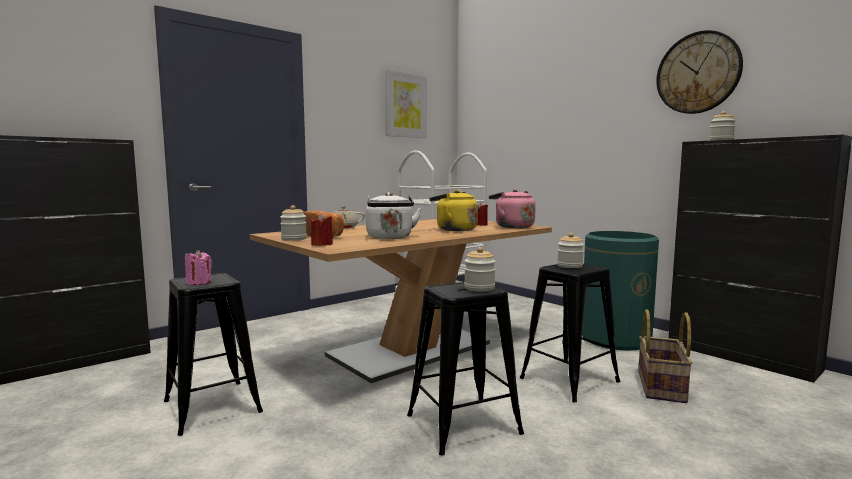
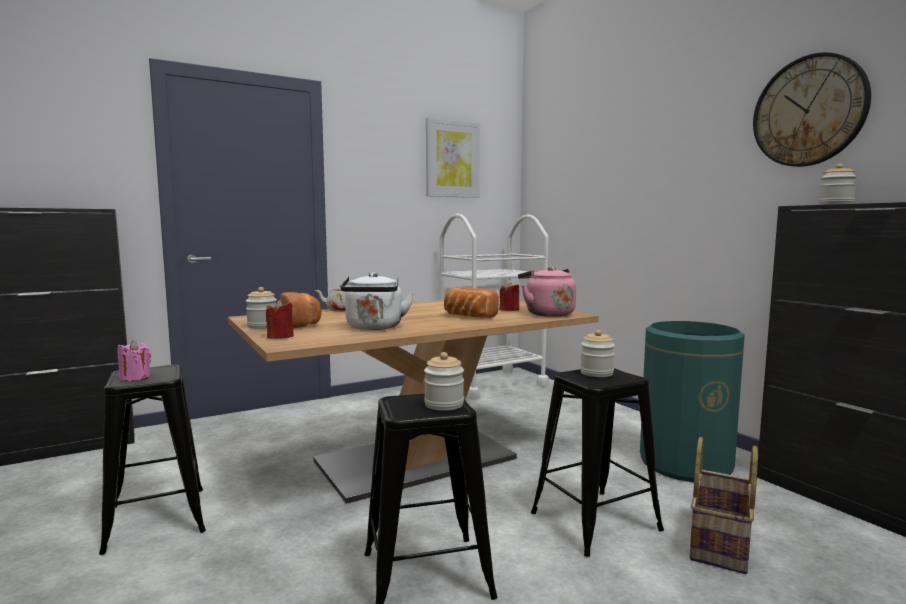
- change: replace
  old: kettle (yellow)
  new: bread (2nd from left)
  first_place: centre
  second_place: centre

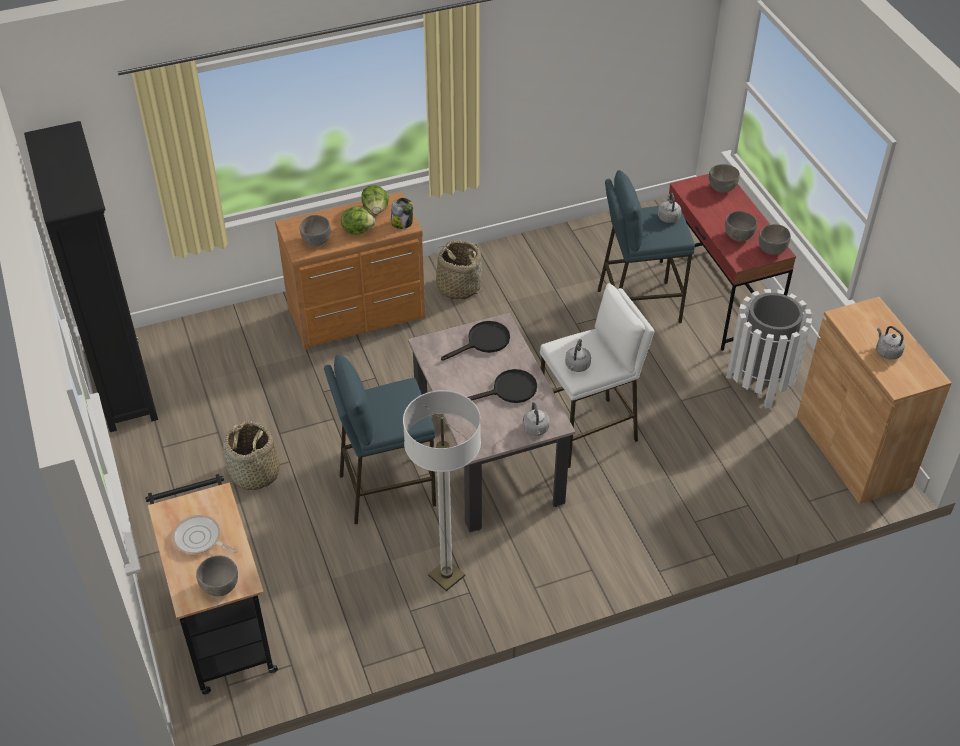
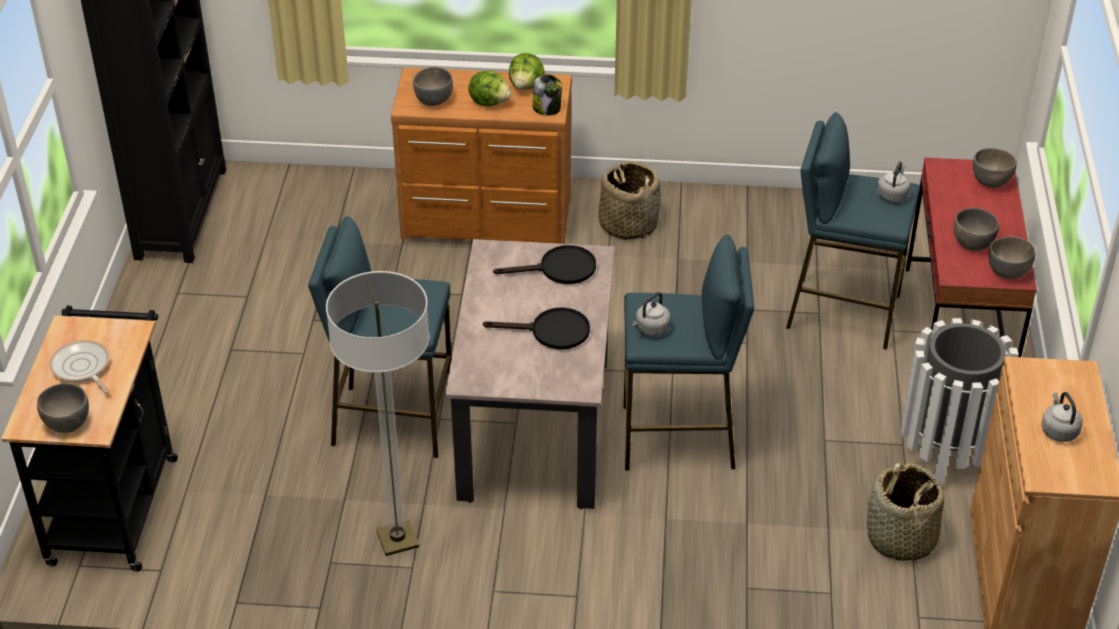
- change: recolor
  old: stool (white)
  new: stool (blue) (2nd from left)
  first_place: centre
  second_place: centre
- change: delete
  old: kettle (grey) (1st from left)
  first_place: centre
- change: move
  old: basket (1st from left in the first image)
  new: basket (2nd from left)
  first_place: middle left
  second_place: bottom right

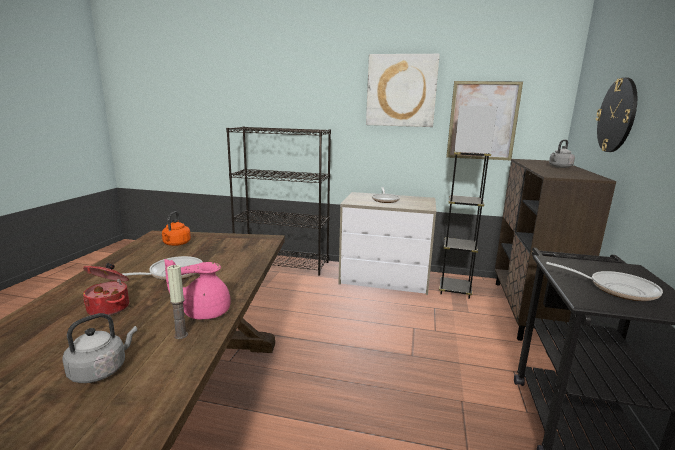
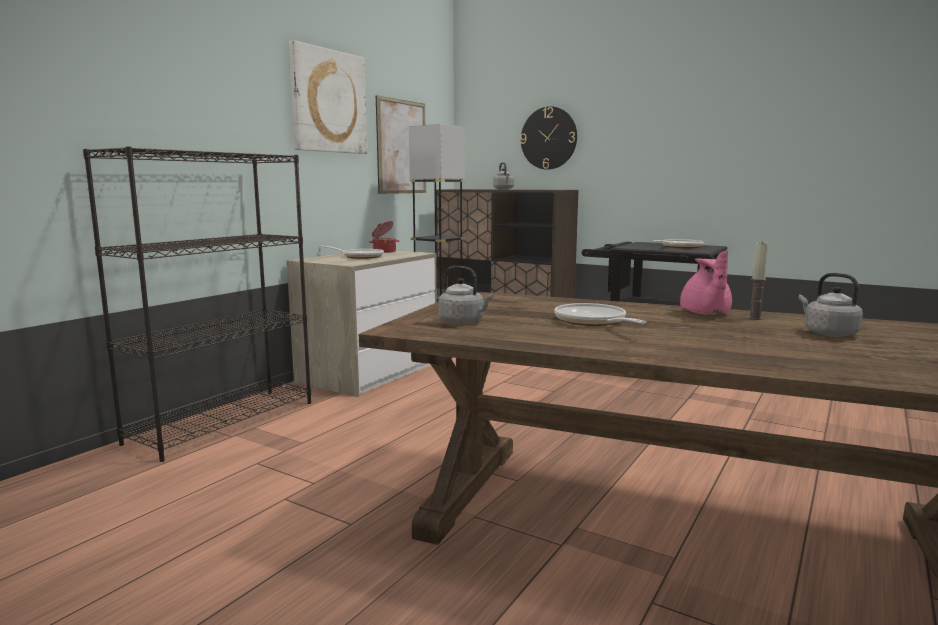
- change: recolor
  old: kettle (orange)
  new: kettle (grey) (1st from left)
  first_place: middle left
  second_place: centre
- change: move
  old: cooking pot
  first_place: middle left
  second_place: centre

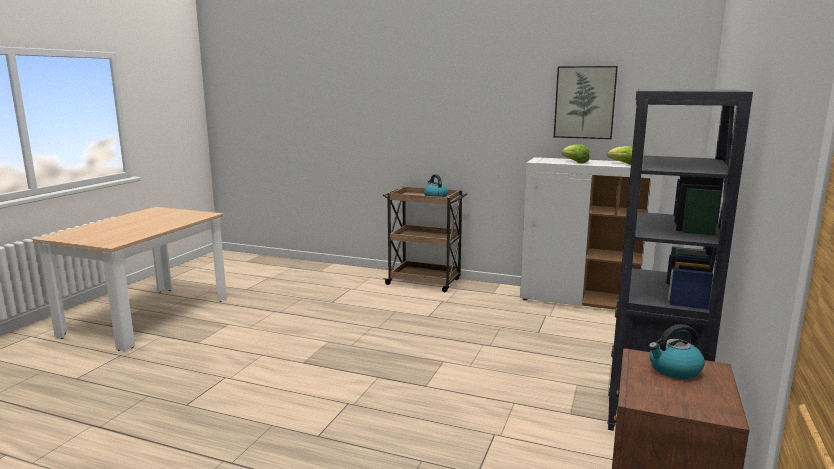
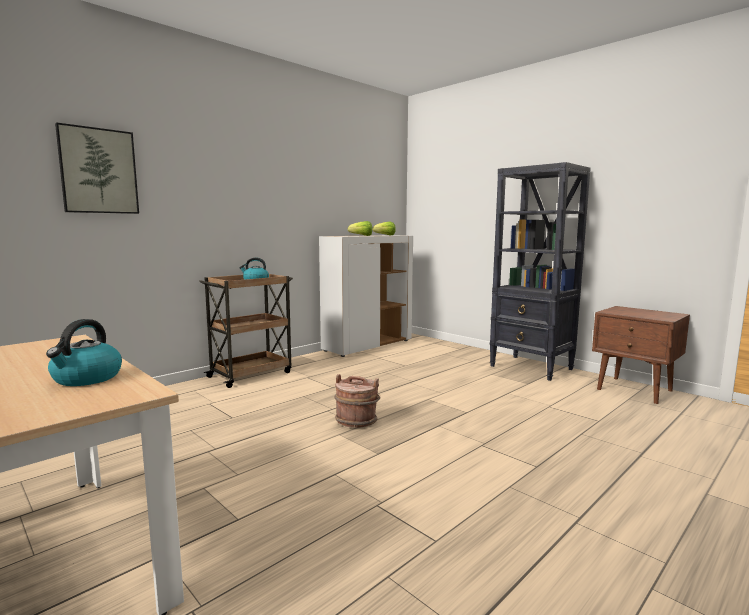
- change: move
  old: picture
  first_place: top right
  second_place: top left
- change: move
  old: kettle (2nd from left in the first image)
  new: kettle (1st from left)
  first_place: bottom right
  second_place: middle left
- change: insert
  new: bucket (brown)
  second_place: centre

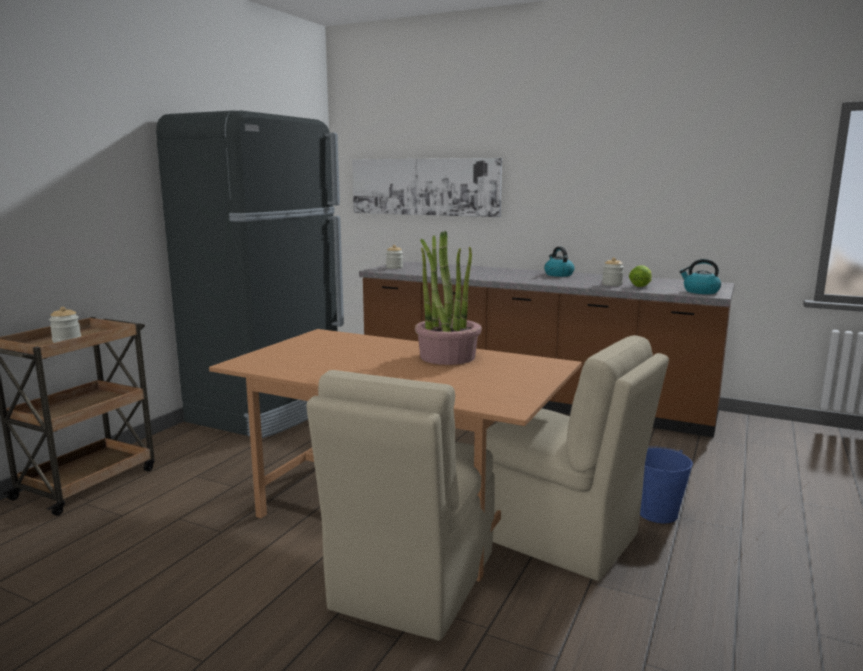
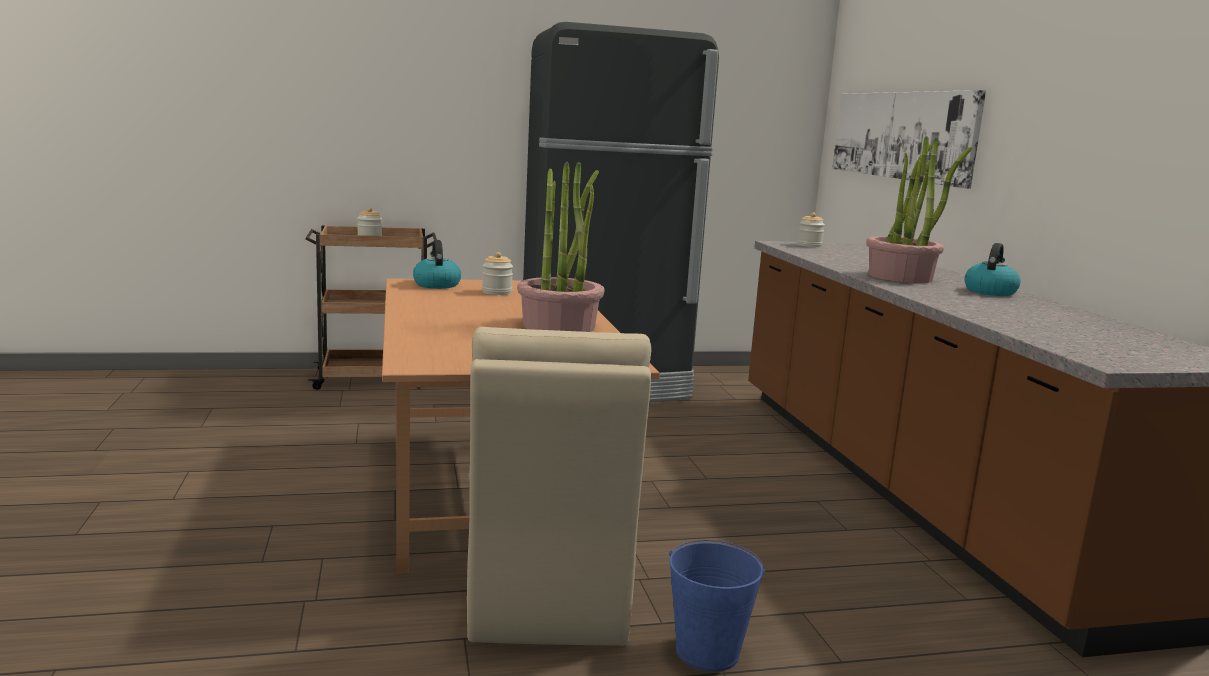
- change: move
  old: jar (3rd from left in the first image)
  new: jar (2nd from left)
  first_place: middle right
  second_place: centre
- change: move
  old: kettle (2nd from left in the first image)
  new: kettle (1st from left)
  first_place: middle right
  second_place: centre
- change: delete
  old: lettuce
  first_place: middle right
- change: delete
  old: chair (beige) (1st from left)
  first_place: bottom centre
- change: insert
  new: potted plant (2nd from left)
  second_place: top right

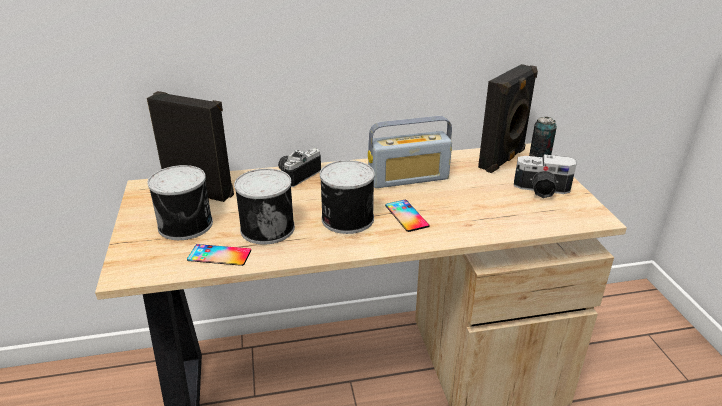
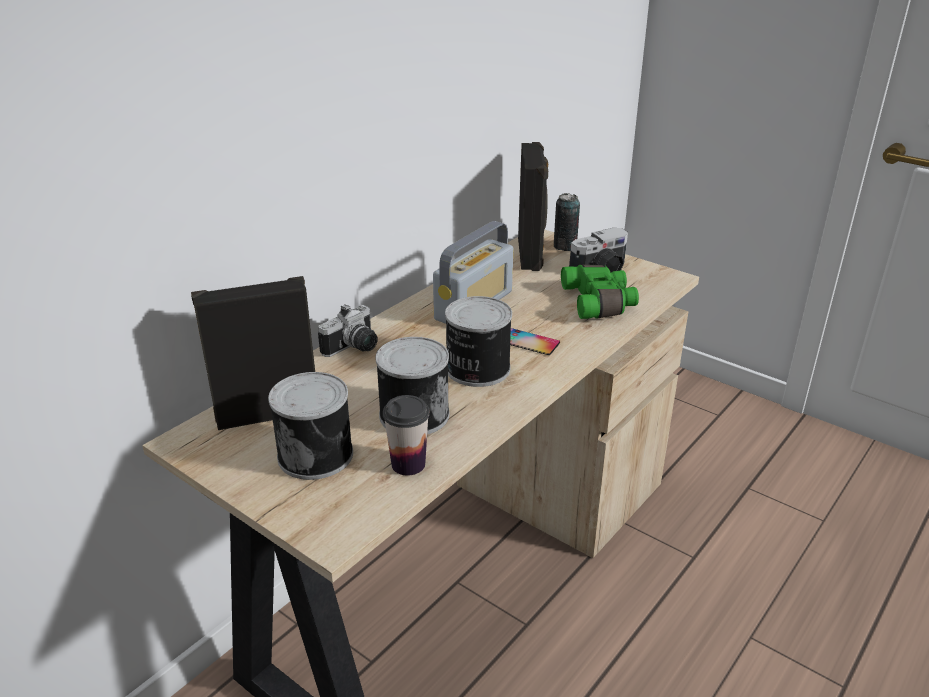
- change: rotate
  old: photo camera (1st from left)
  first_place: centre
  second_place: centre
  degrees: -135
- change: replace
  old: phone (1st from left)
  new: cup
  first_place: middle left
  second_place: centre
- change: insert
  new: binoculars (green)
  second_place: centre

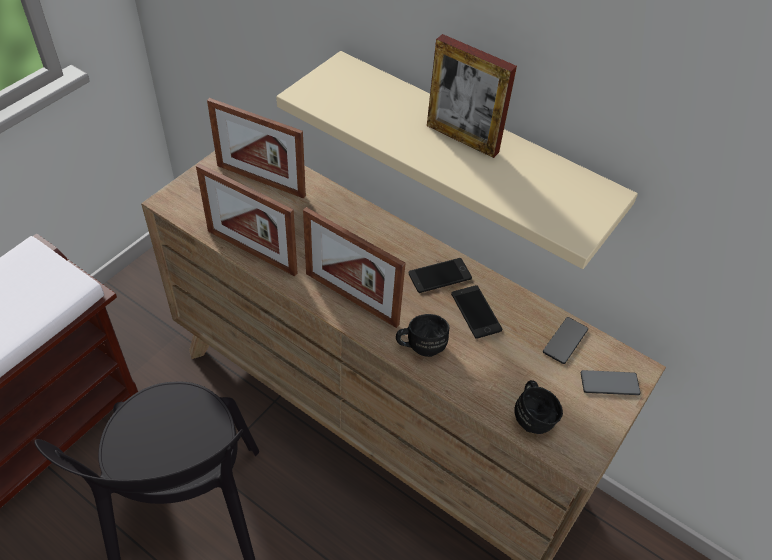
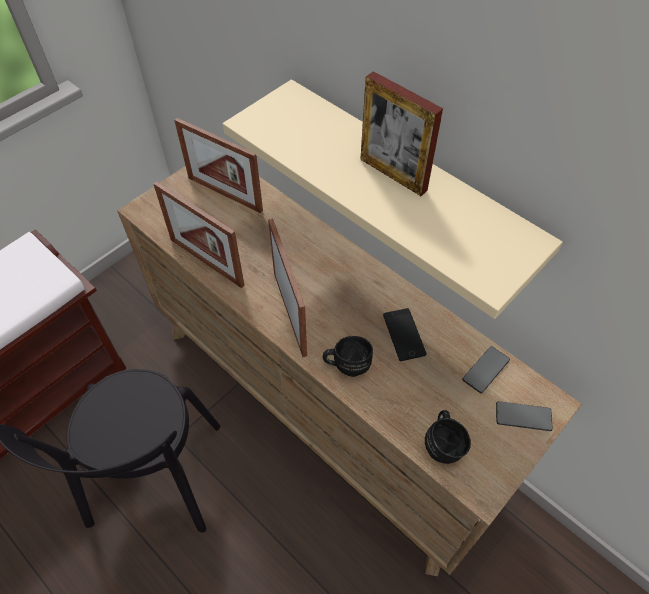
- change: rotate
  old: picture frame (3rd from left)
  first_place: centre
  second_place: centre
  degrees: -150
- change: delete
  old: phone (1st from left)
  first_place: centre

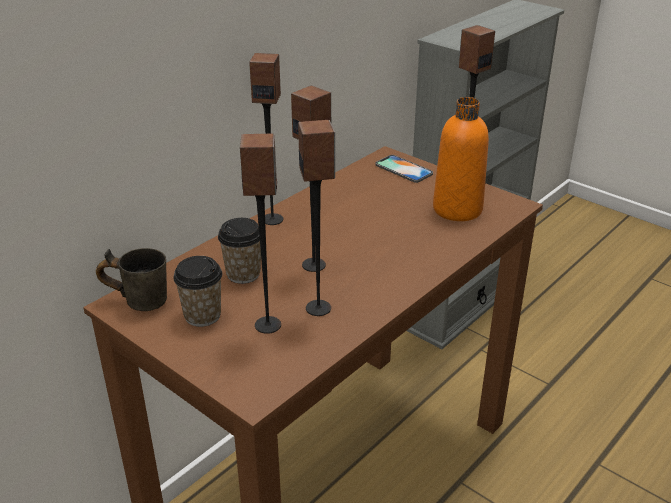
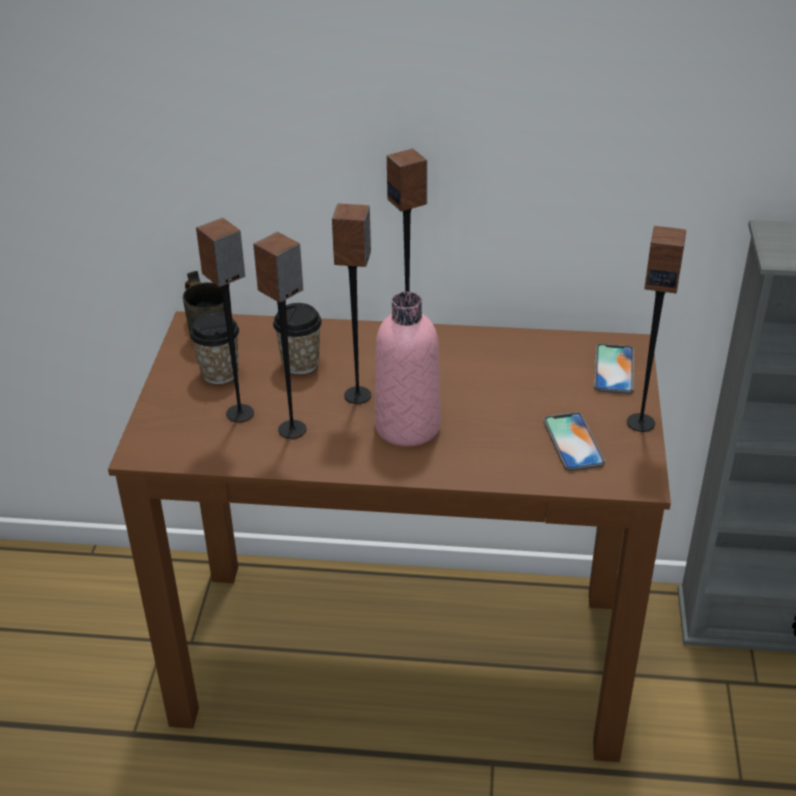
- change: replace
  old: bottle (orange)
  new: phone (1st from left)
  first_place: top right
  second_place: middle right
- change: insert
  new: bottle (pink)
  second_place: centre

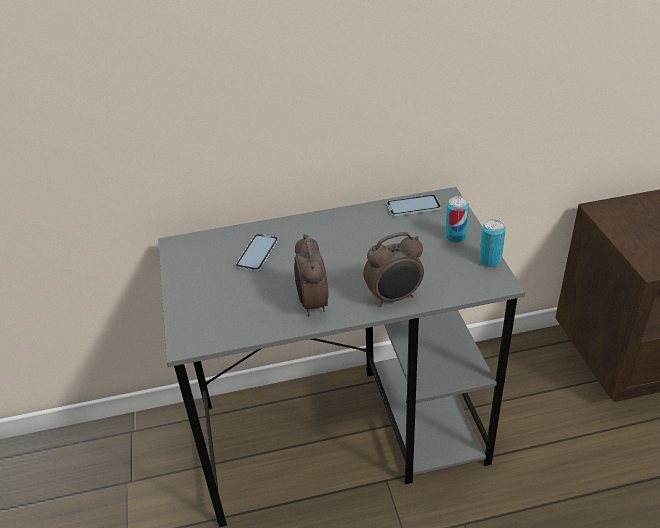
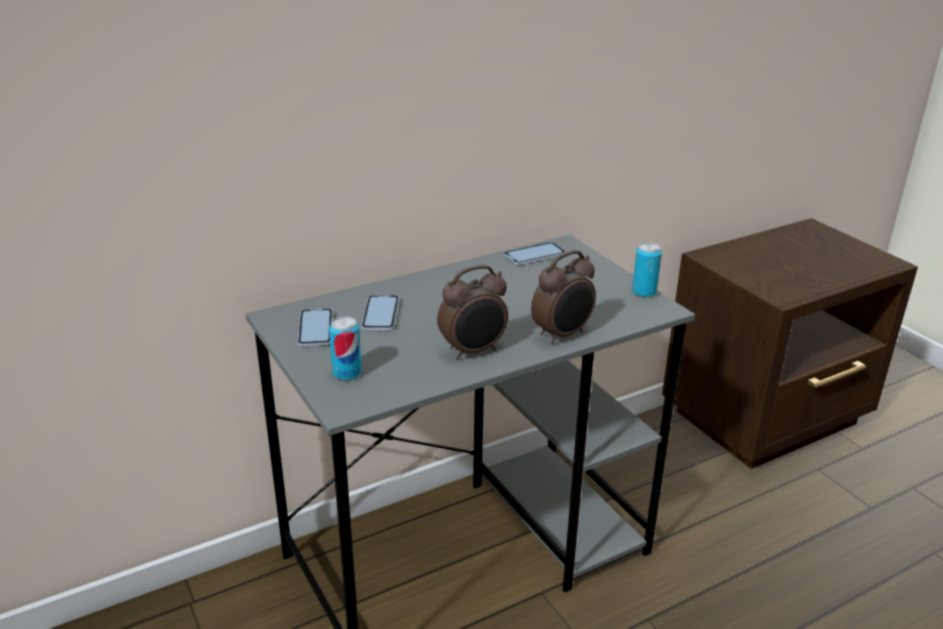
- change: move
  old: can (1st from left)
  first_place: middle right
  second_place: centre
- change: rotate
  old: alarm clock (1st from left)
  first_place: centre
  second_place: centre
  degrees: -90
- change: insert
  new: phone (1st from left)
  second_place: centre

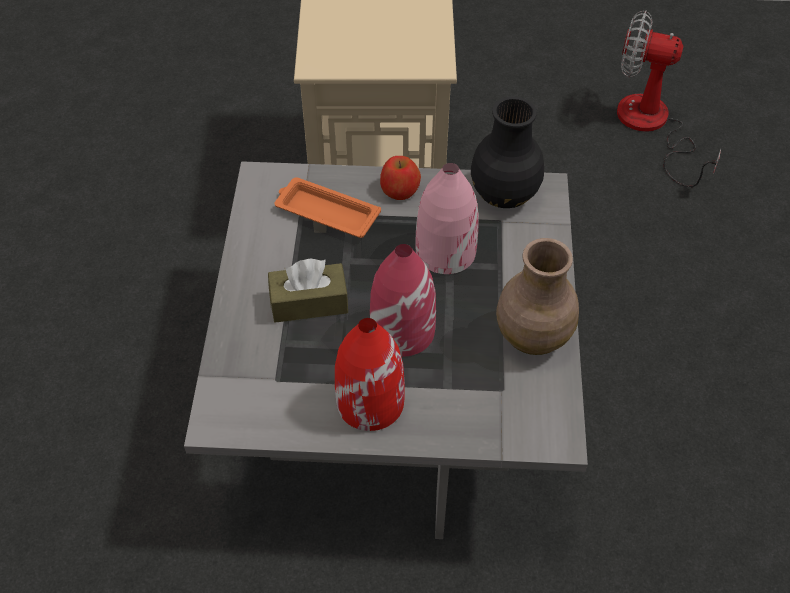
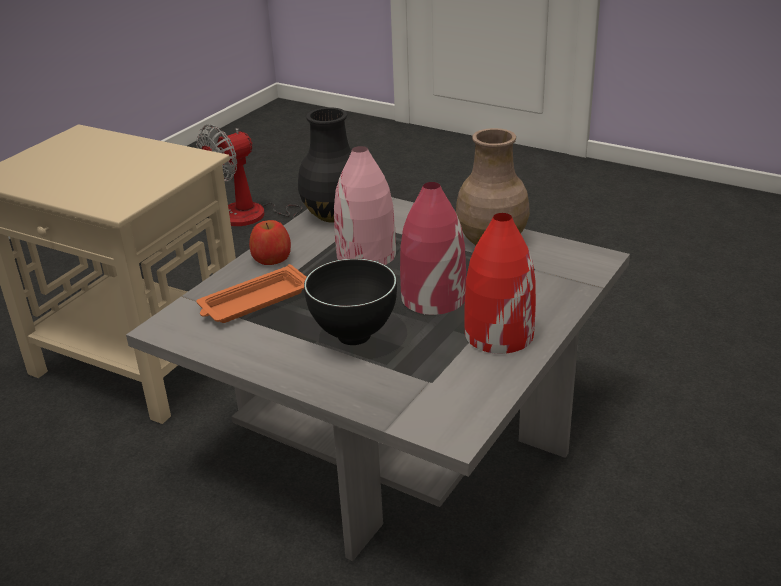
- change: replace
  old: tissue box (brown)
  new: bowl (black)
  first_place: centre
  second_place: centre

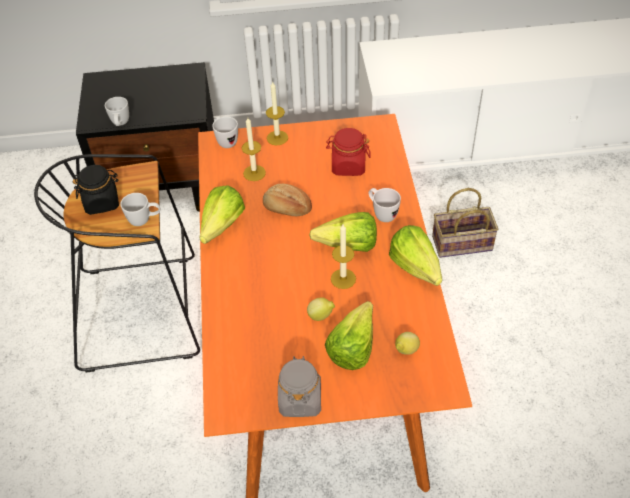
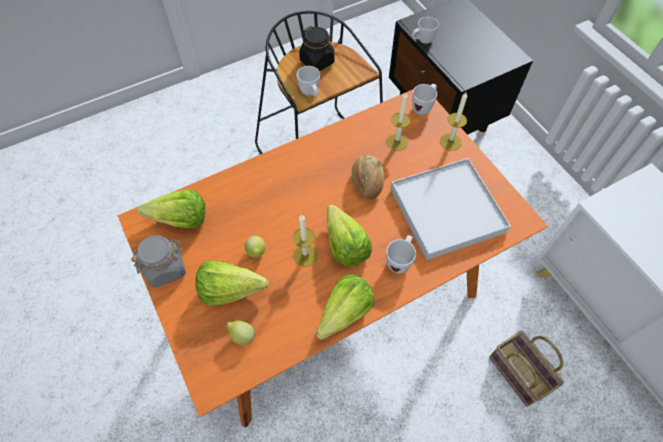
- change: replace
  old: jar (red)
  new: tray (white)
  first_place: top centre
  second_place: middle right
- change: move
  old: lettuce (1st from left)
  first_place: centre
  second_place: middle left

